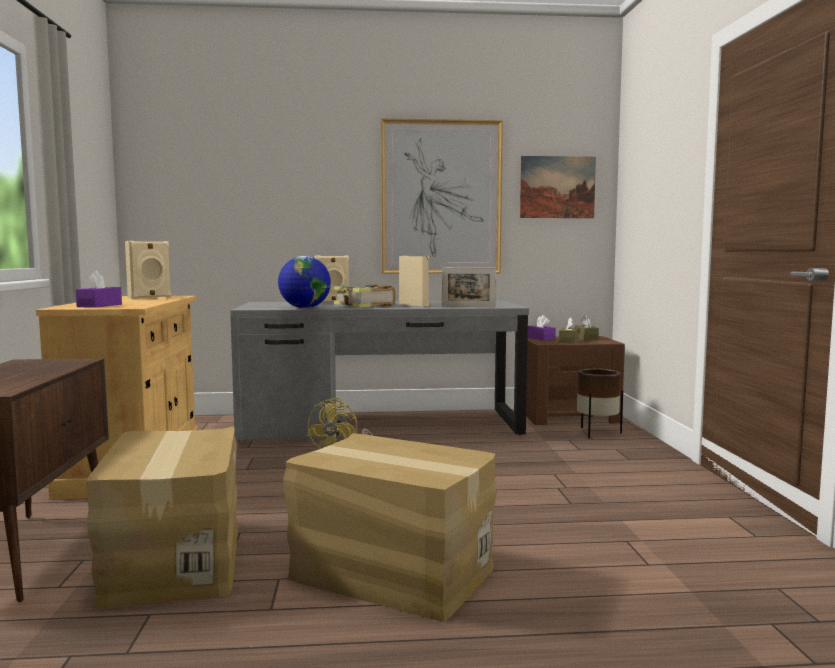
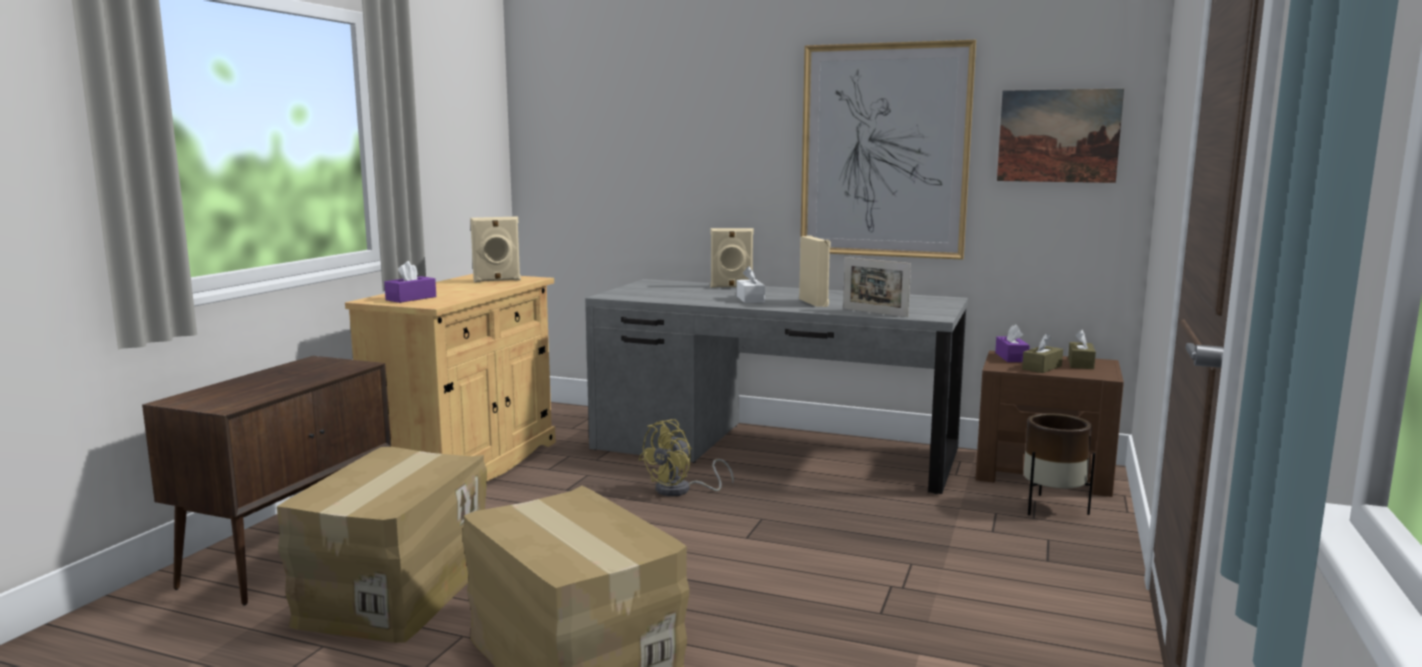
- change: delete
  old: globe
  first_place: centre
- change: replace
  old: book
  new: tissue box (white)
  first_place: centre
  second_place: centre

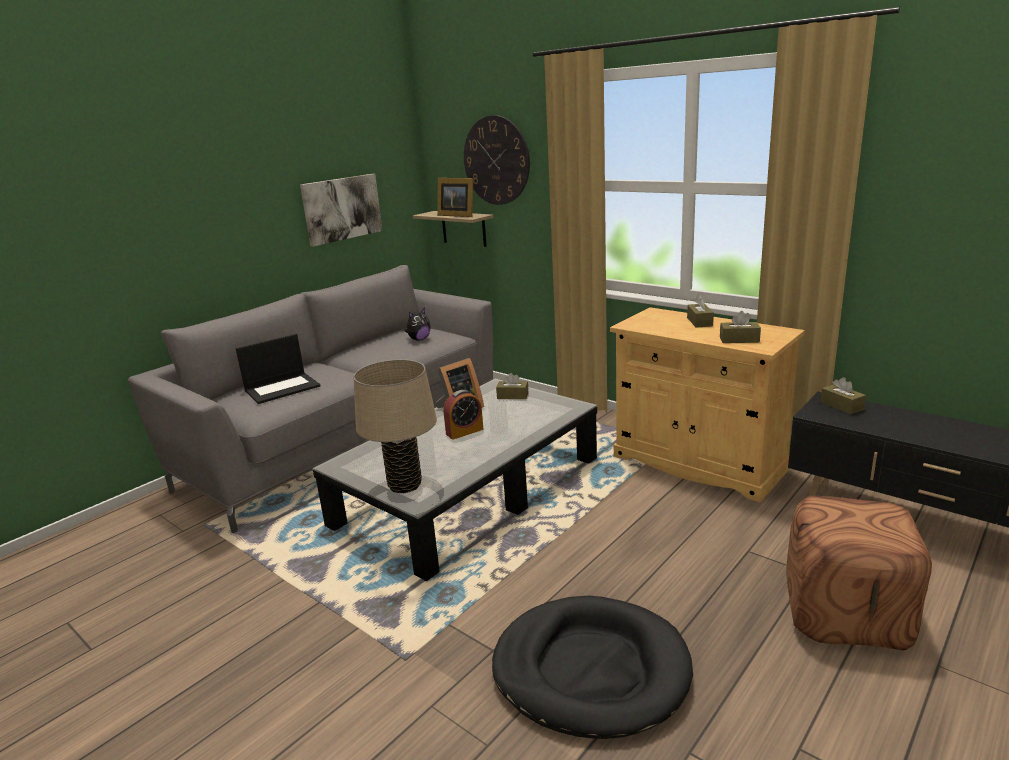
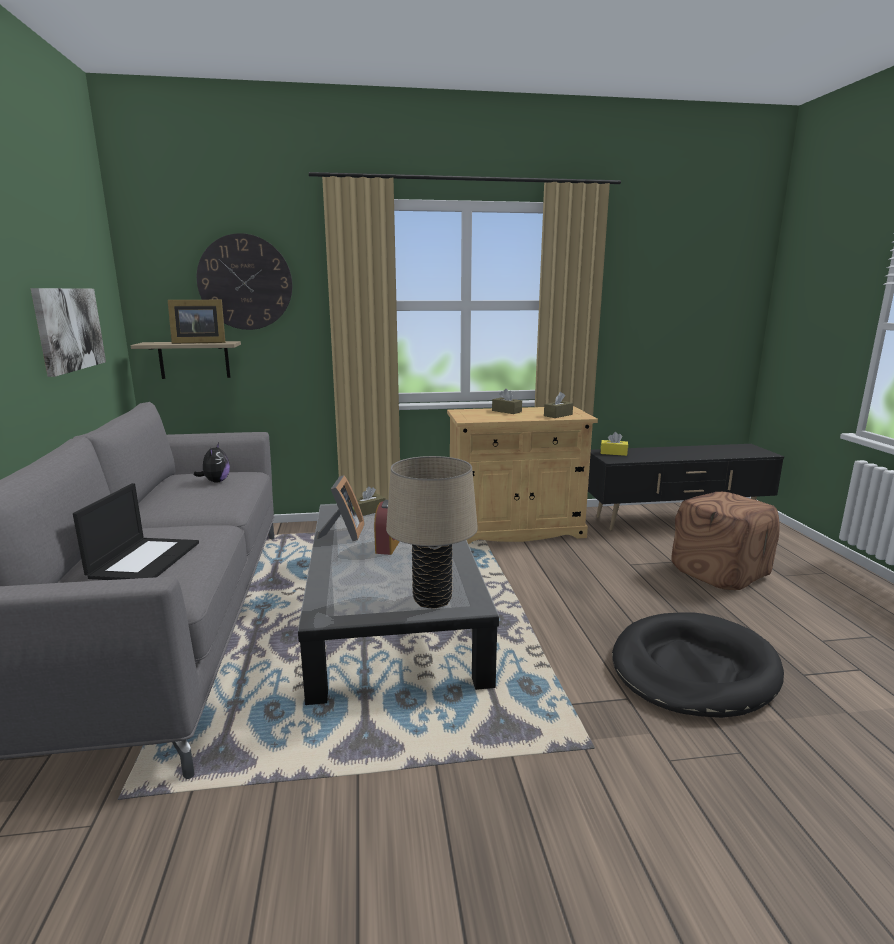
- change: recolor
  old: tissue box (brown) (4th from left)
  new: tissue box (yellow)
  first_place: middle right
  second_place: middle right

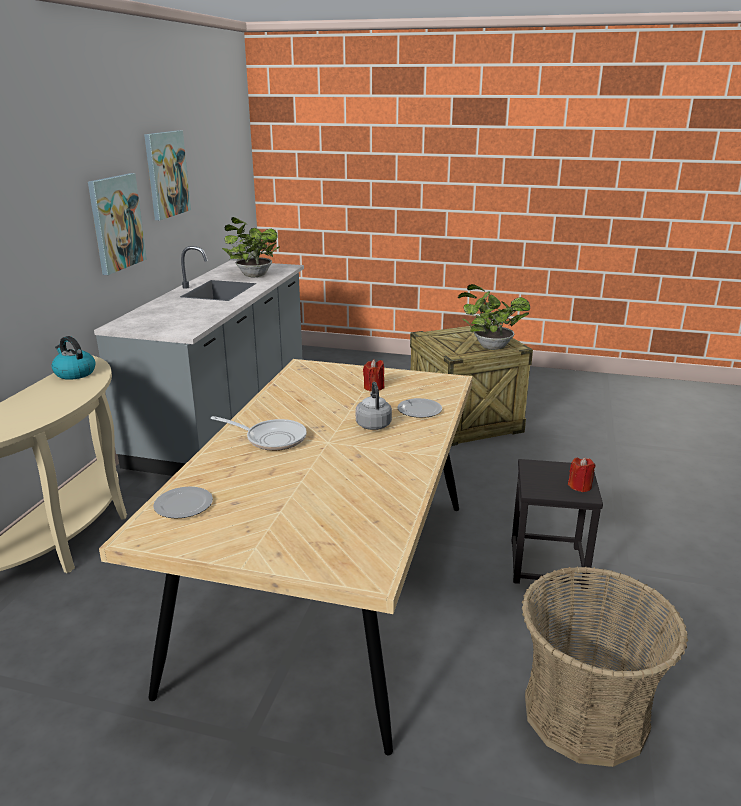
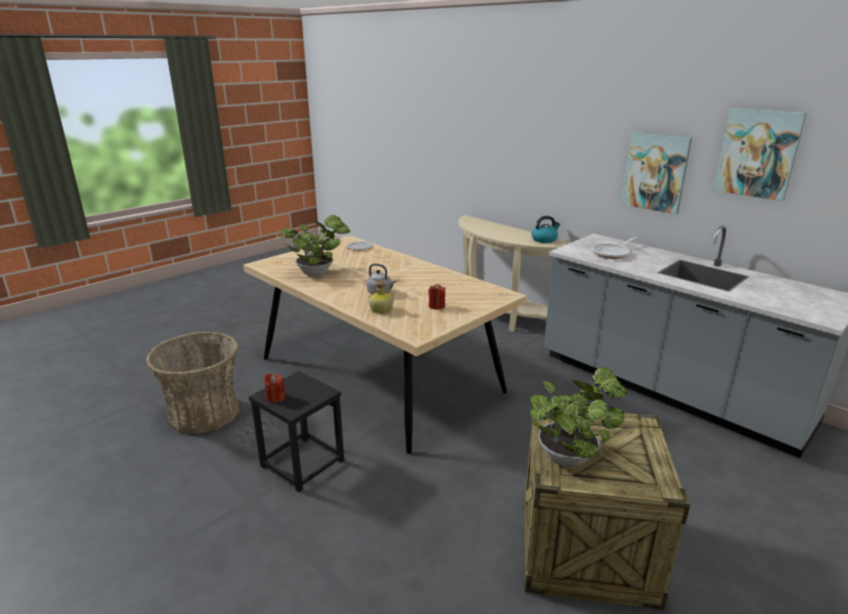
- change: move
  old: potted plant (1st from left)
  first_place: top centre
  second_place: centre
- change: replace
  old: plate (2nd from left)
  new: bottle
  first_place: centre
  second_place: centre
- change: move
  old: frying pan
  first_place: centre
  second_place: middle right

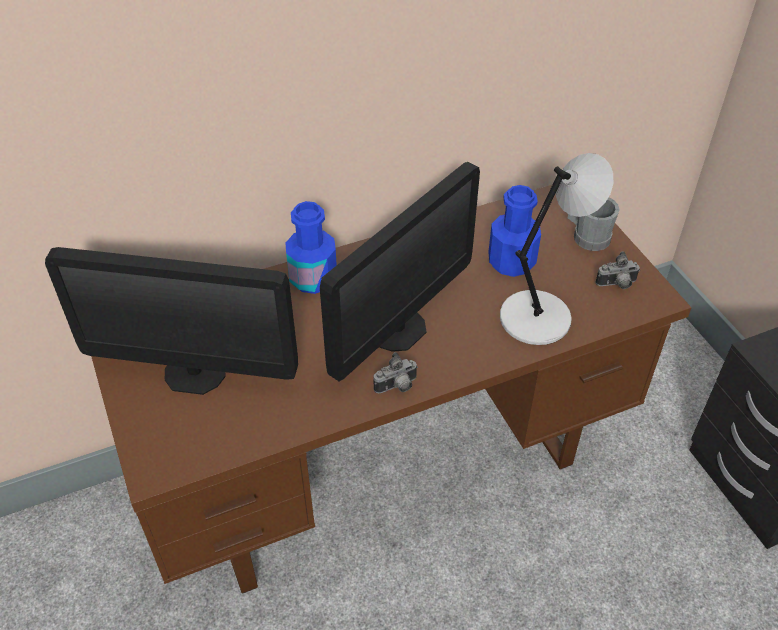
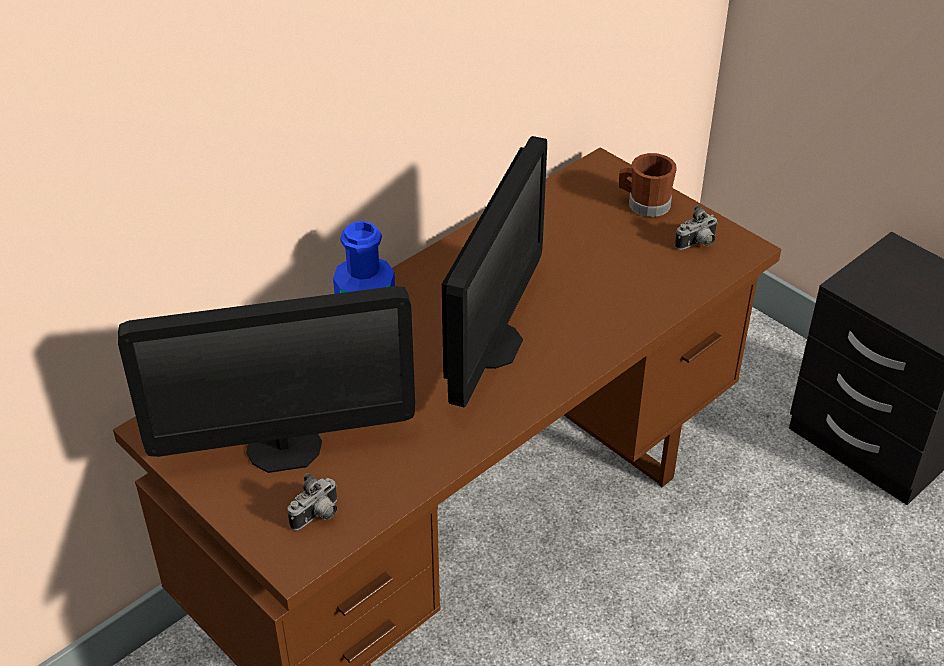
- change: delete
  old: table lamp (grey)
  first_place: middle right
- change: delete
  old: bottle (blue) (2nd from left)
  first_place: centre
- change: recolor
  old: mug (grey)
  new: mug (brown)
  first_place: middle right
  second_place: top right
- change: move
  old: photo camera (1st from left)
  first_place: centre
  second_place: bottom left

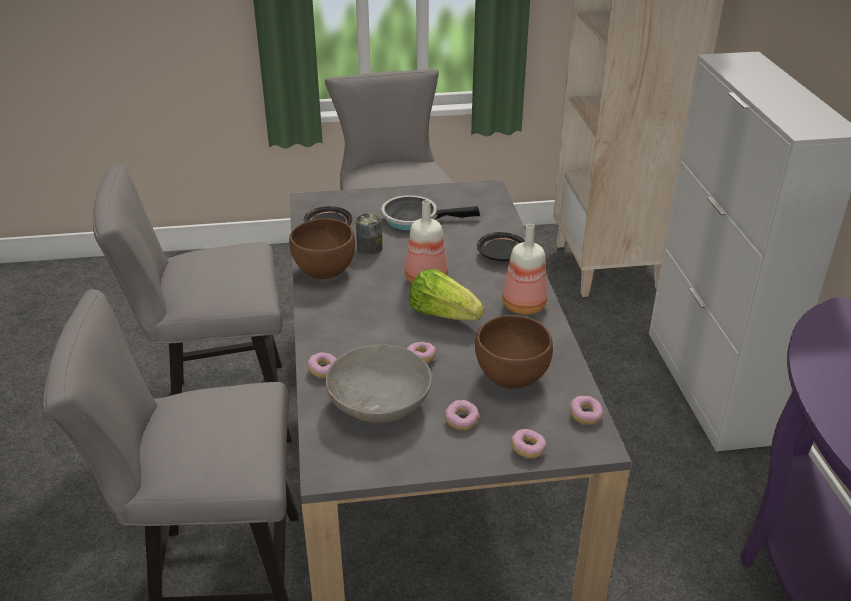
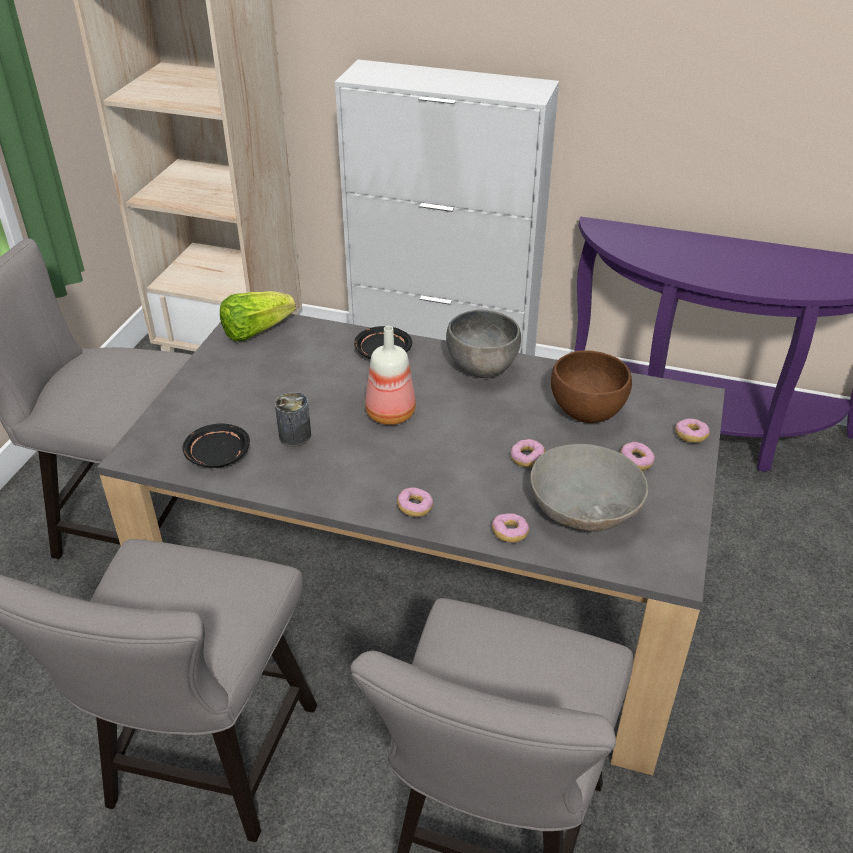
- change: delete
  old: frying pan
  first_place: centre
- change: delete
  old: bowl (brown) (1st from left)
  first_place: centre
- change: replace
  old: bottle (2nd from left)
  new: bowl (grey) (1st from left)
  first_place: centre
  second_place: centre
- change: move
  old: lettuce
  first_place: centre
  second_place: middle left
- change: move
  old: donut (5th from left in the first image)
  new: donut (1st from left)
  first_place: bottom right
  second_place: centre

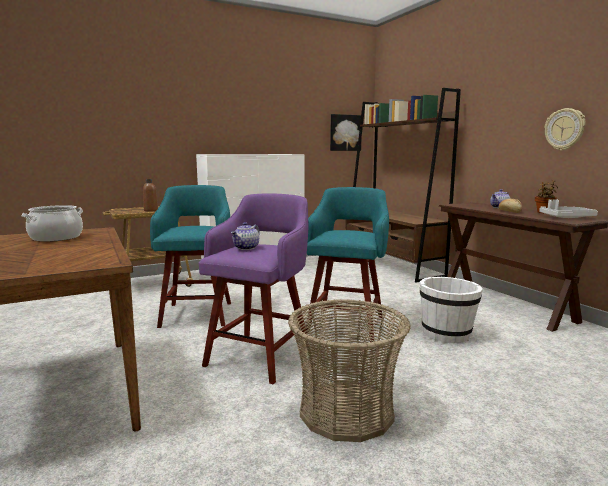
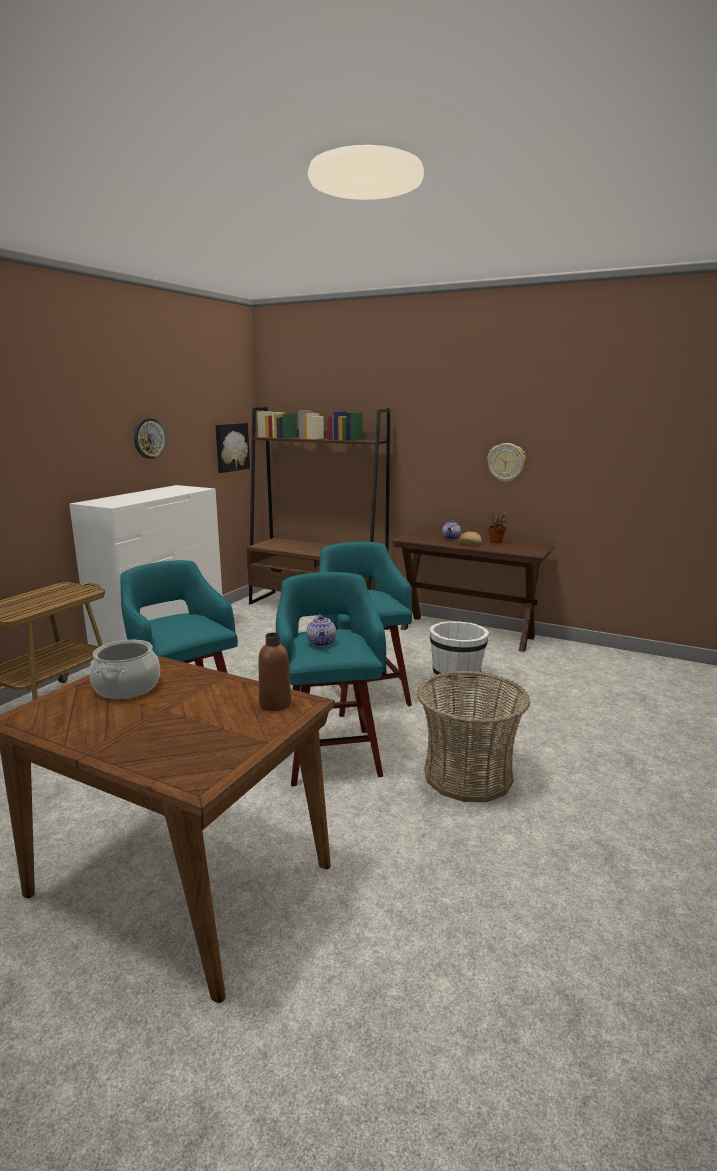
- change: move
  old: bottle (brown)
  first_place: middle left
  second_place: centre
- change: recolor
  old: stool (purple)
  new: stool (turquoise) (2nd from left)
  first_place: centre
  second_place: centre
- change: delete
  old: tray (grey)
  first_place: middle right
- change: insert
  new: wall clock (1st from left)
  second_place: middle left

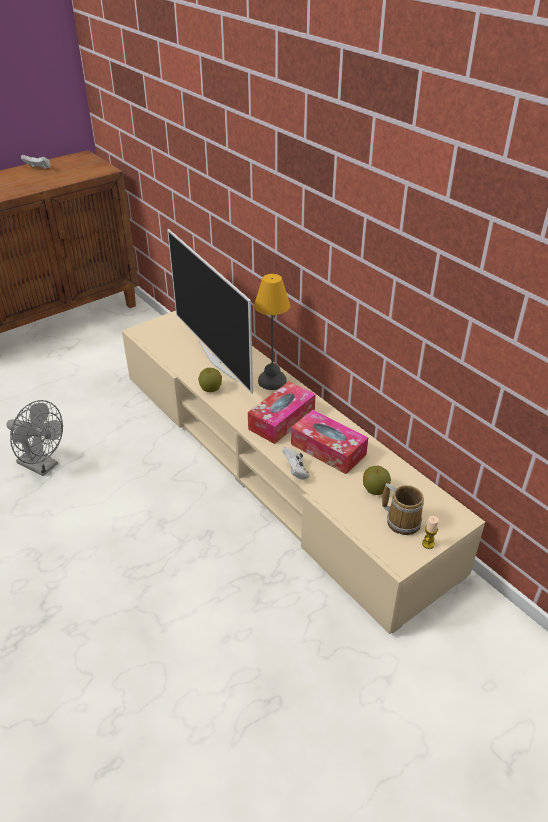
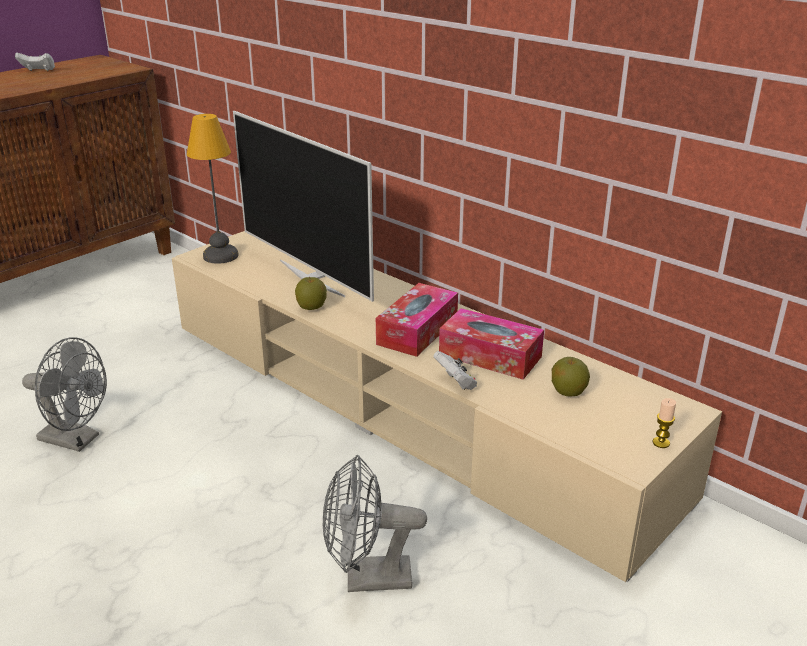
- change: move
  old: table lamp
  first_place: centre
  second_place: top left
- change: delete
  old: mug
  first_place: middle right
- change: insert
  new: fan (grey) (2nd from left)
  second_place: bottom centre

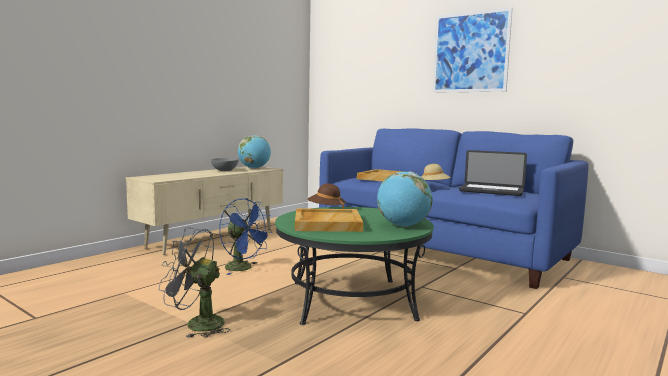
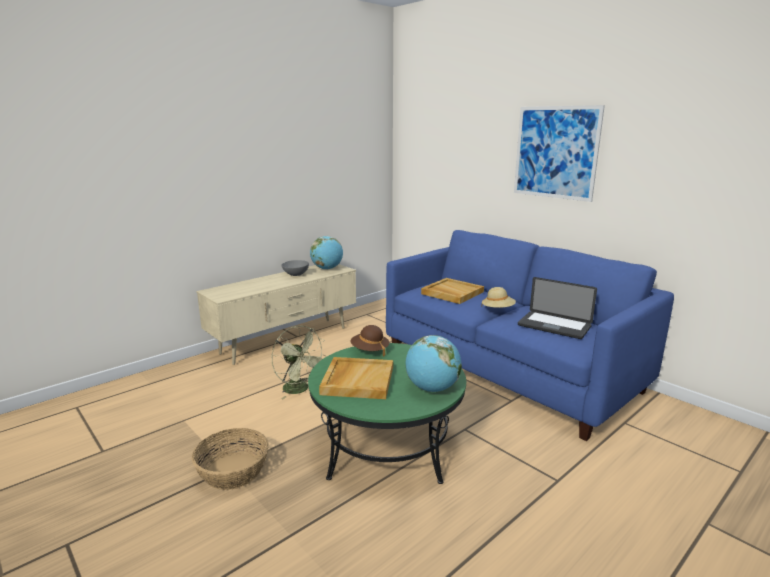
- change: recolor
  old: fan (blue)
  new: fan (green)
  first_place: centre
  second_place: centre
- change: replace
  old: fan (grey)
  new: basket
  first_place: bottom left
  second_place: bottom left

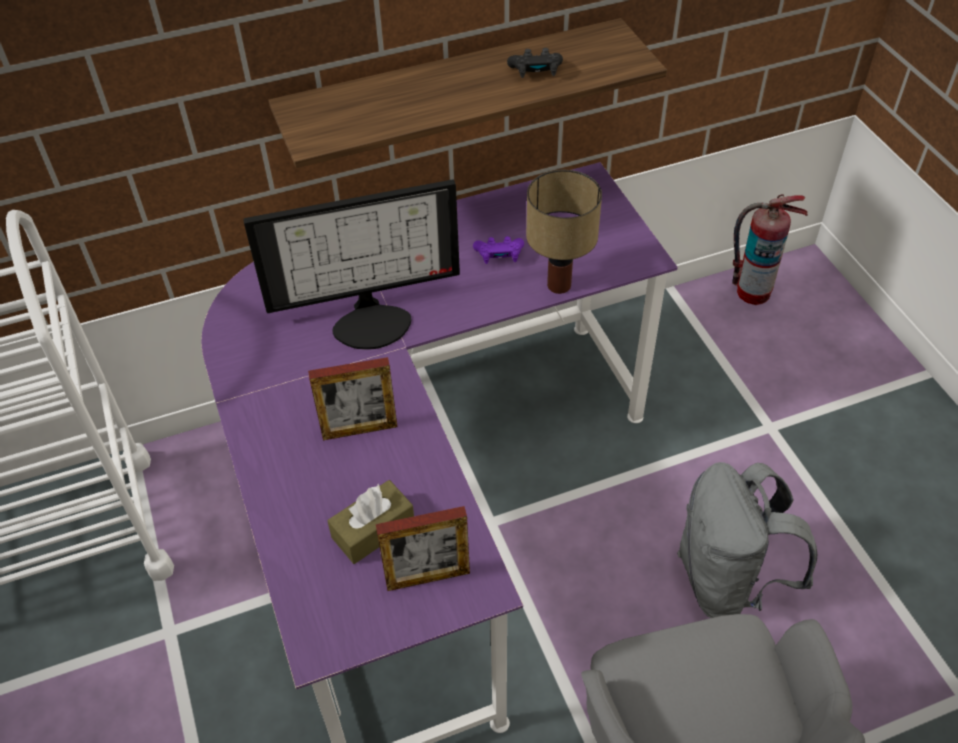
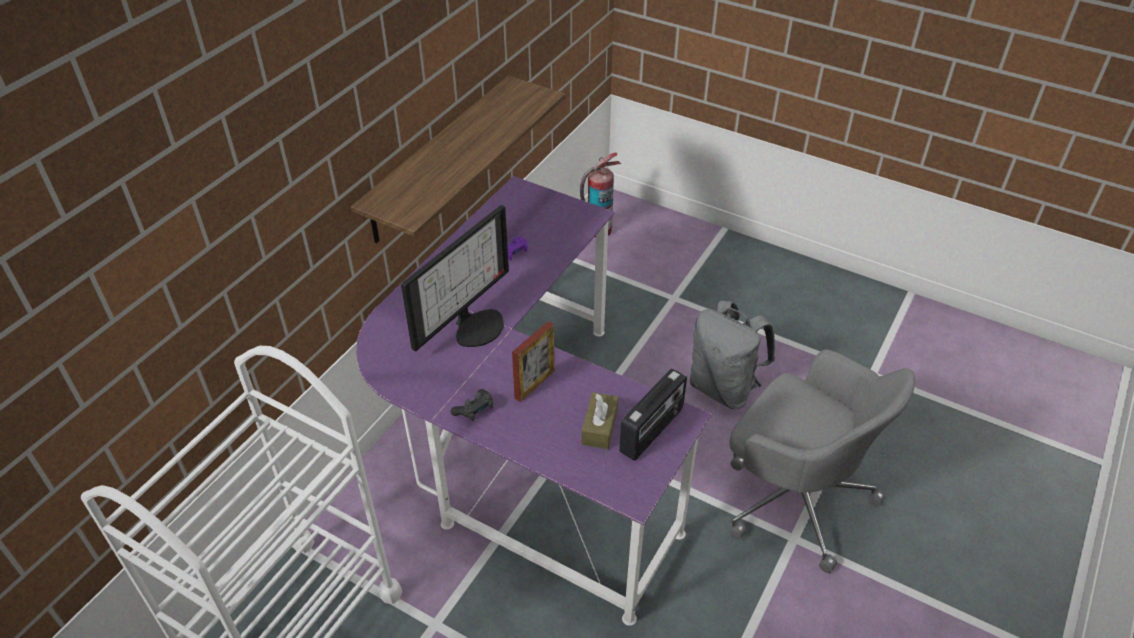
- change: move
  old: game controller (black)
  first_place: top centre
  second_place: centre
- change: delete
  old: table lamp
  first_place: top centre
- change: replace
  old: picture frame (2nd from left)
  new: radio
  first_place: bottom centre
  second_place: centre

